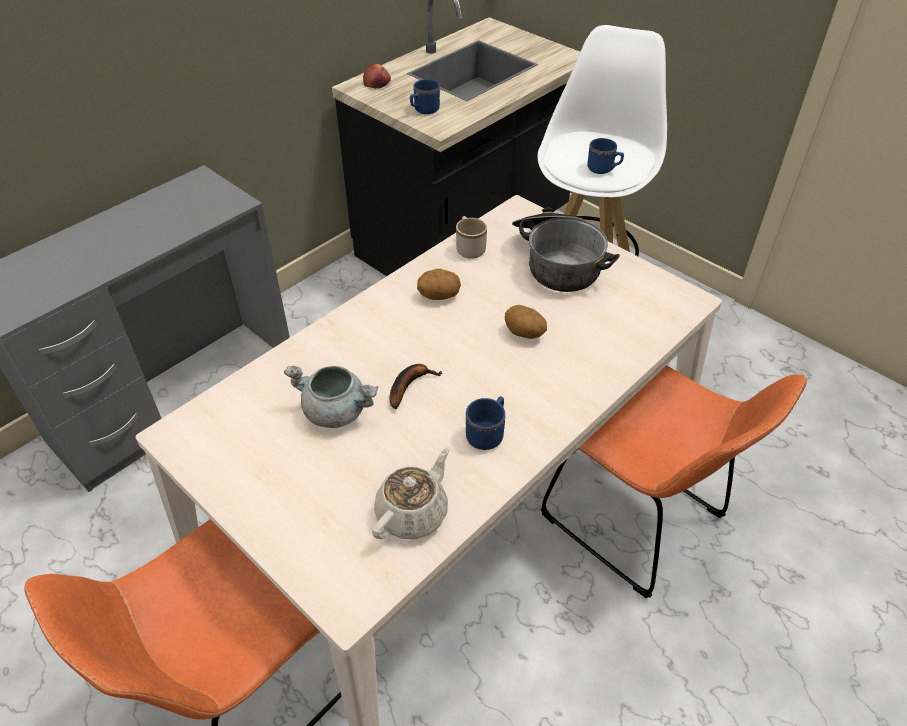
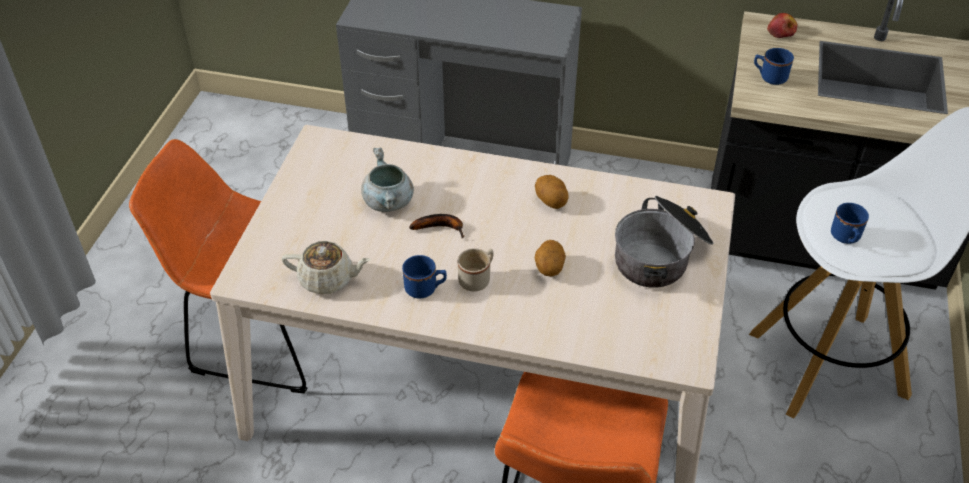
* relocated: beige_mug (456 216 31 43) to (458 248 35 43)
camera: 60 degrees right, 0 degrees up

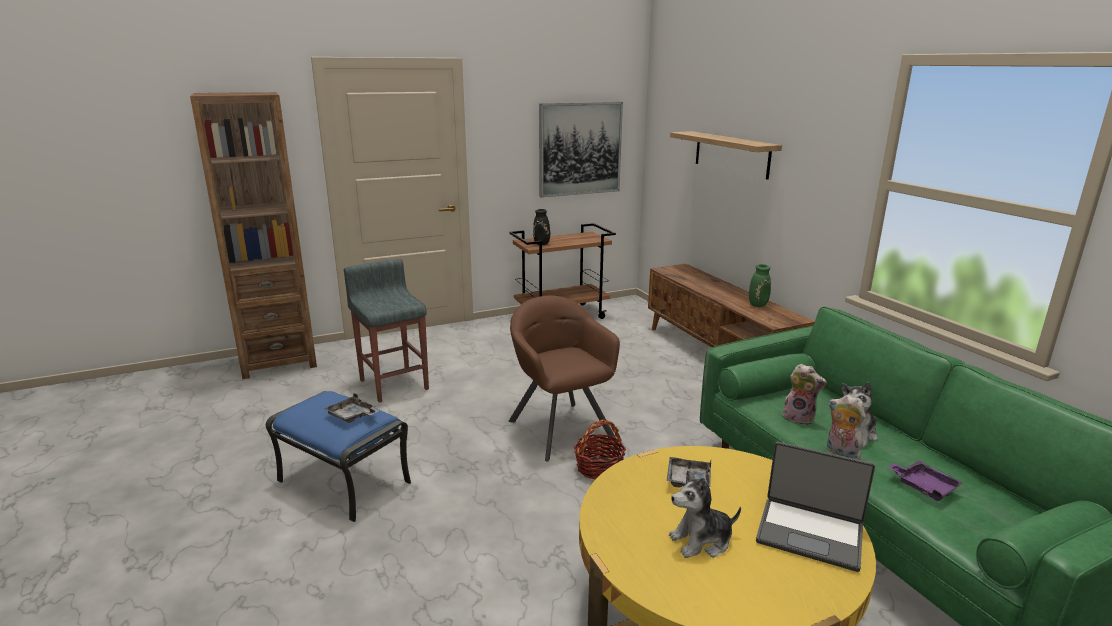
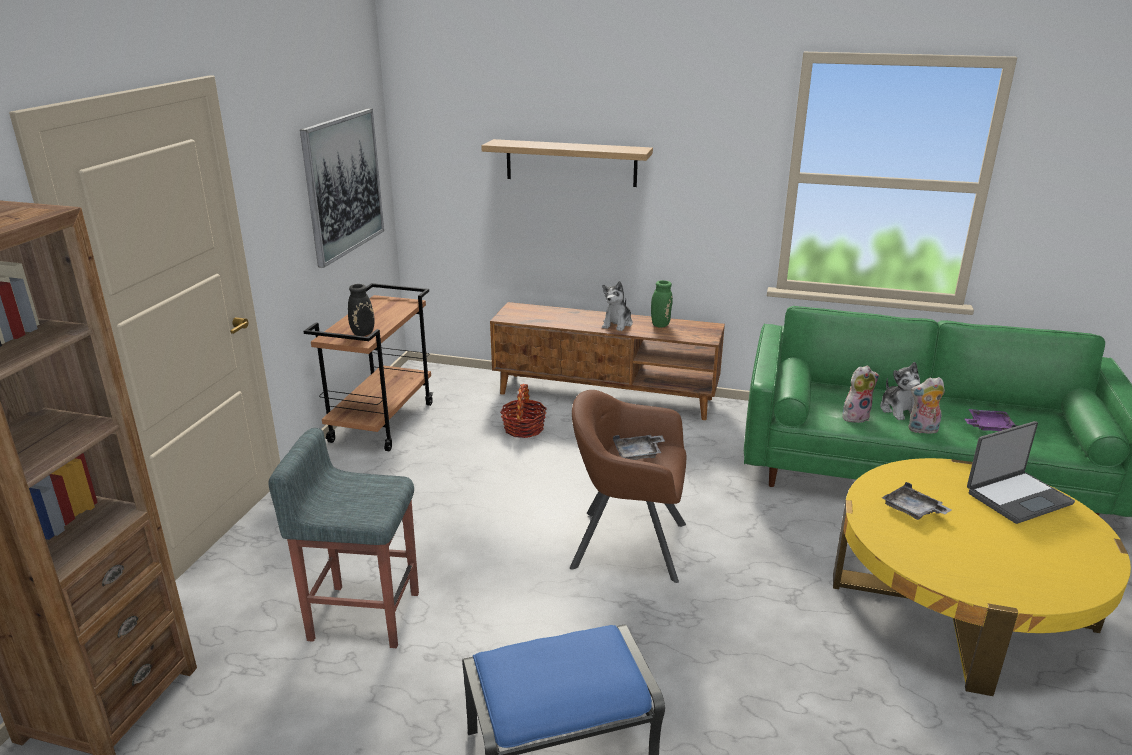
* relocated: grey_tray (324 393 55 30) to (613 435 52 25)
* relocated: basket (574 419 52 61) to (500 384 47 54)
* relocated: plush_toy (669 470 72 88) to (602 281 31 50)
camera: 50 degrees left, 5 degrees up

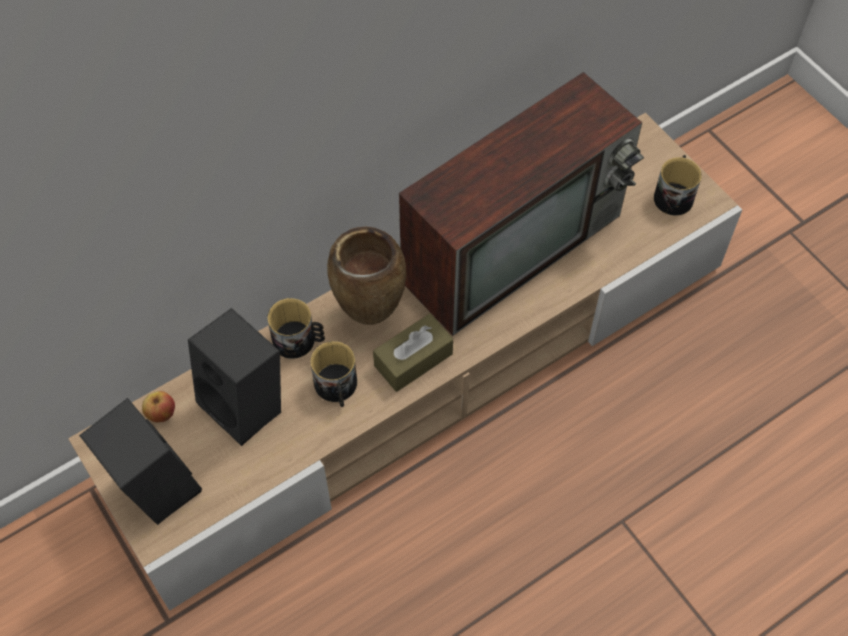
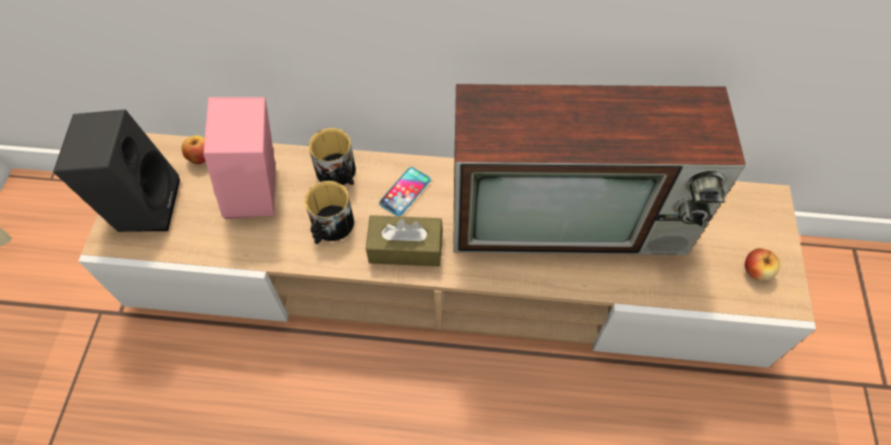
* exchanged: brown_vase (327 227 80 98) to phone (379 167 52 49)
* exchanged: mug (654 155 48 61) to apple (745 248 35 33)
* colour: black_speaker (188 308 93 138) to pink_speaker (203 97 72 123)
camera: 40 degrees right, 0 degrees up

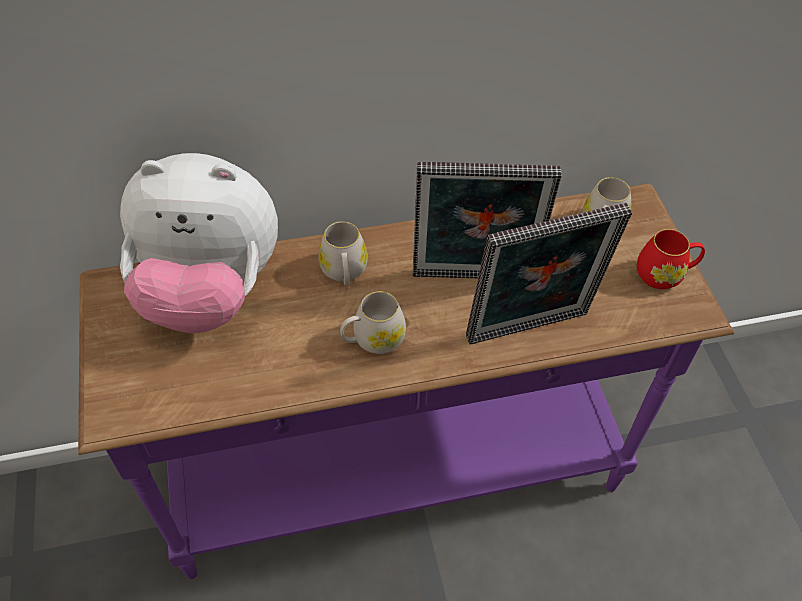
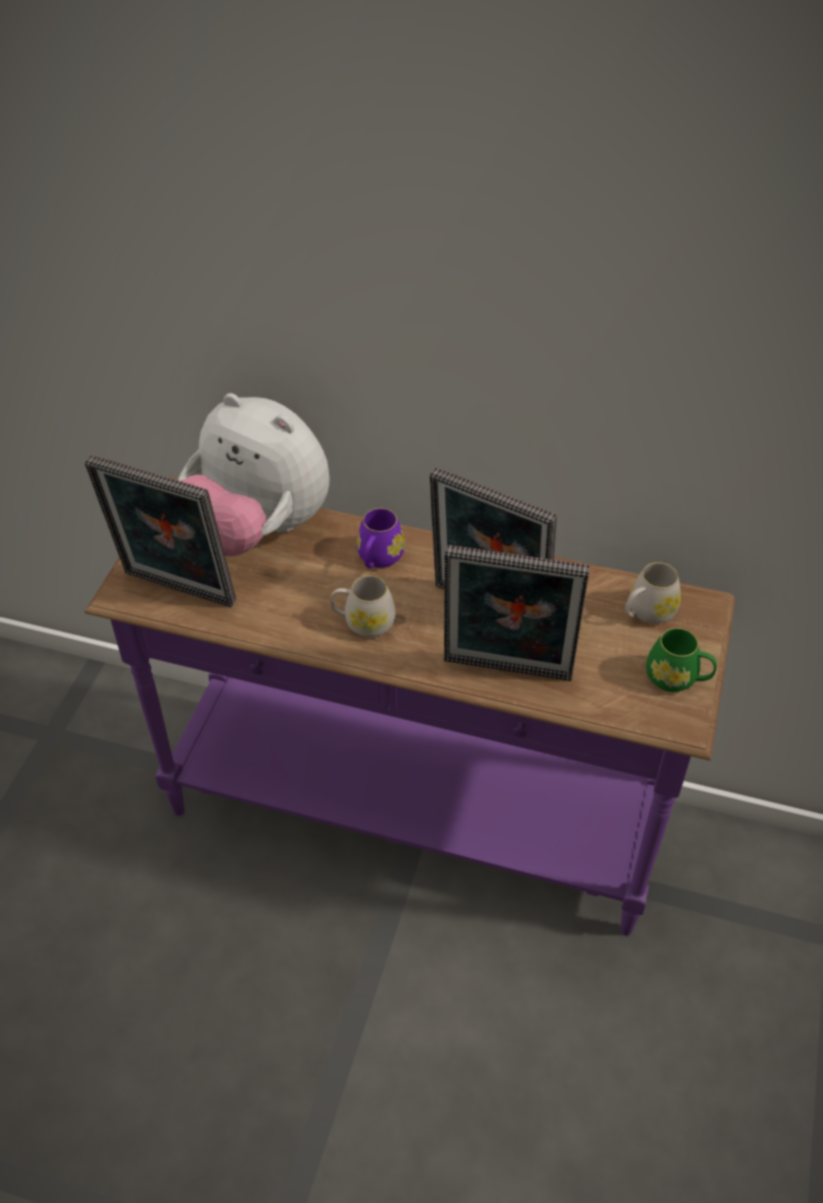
* appeared: picture_frame (85 455 151 152)
* colour: white_mug (318 221 50 64) to purple_mug (357 508 48 60)
* colour: red_mug (637 229 68 60) to green_mug (646 628 71 64)
camera: 30 degrees right, 5 degrees down

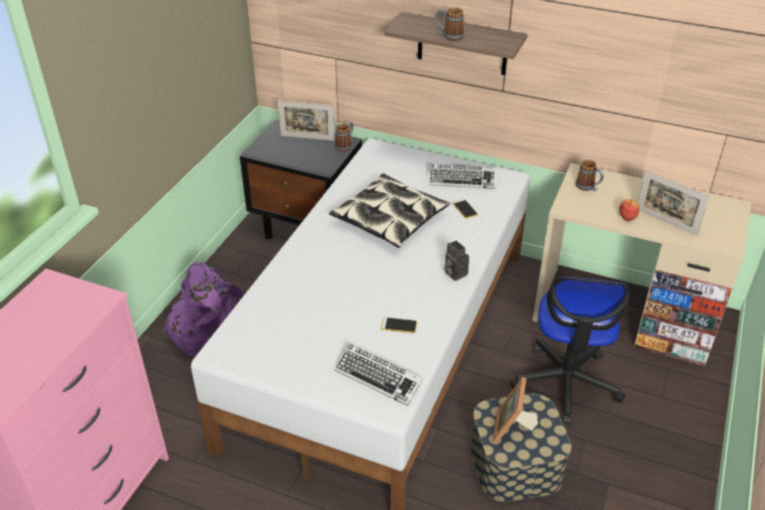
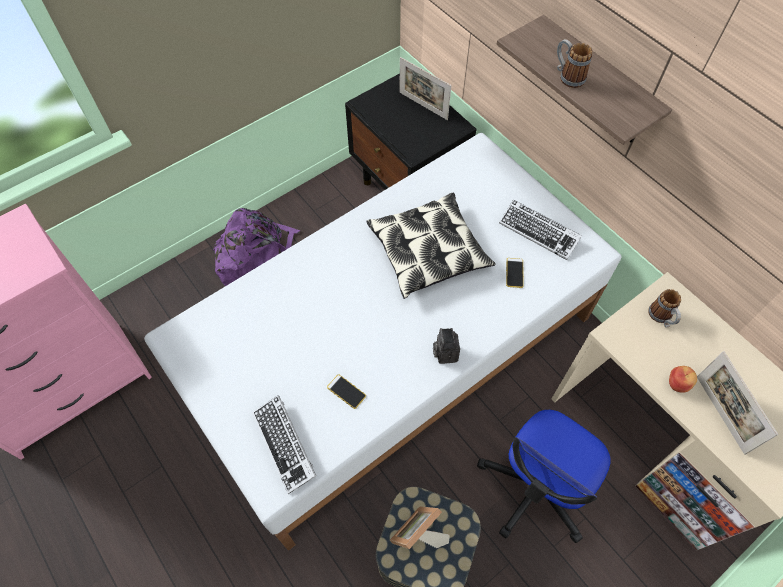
* missing: mug (335 122 18 30)
camera: 30 degrees right, 20 degrees up

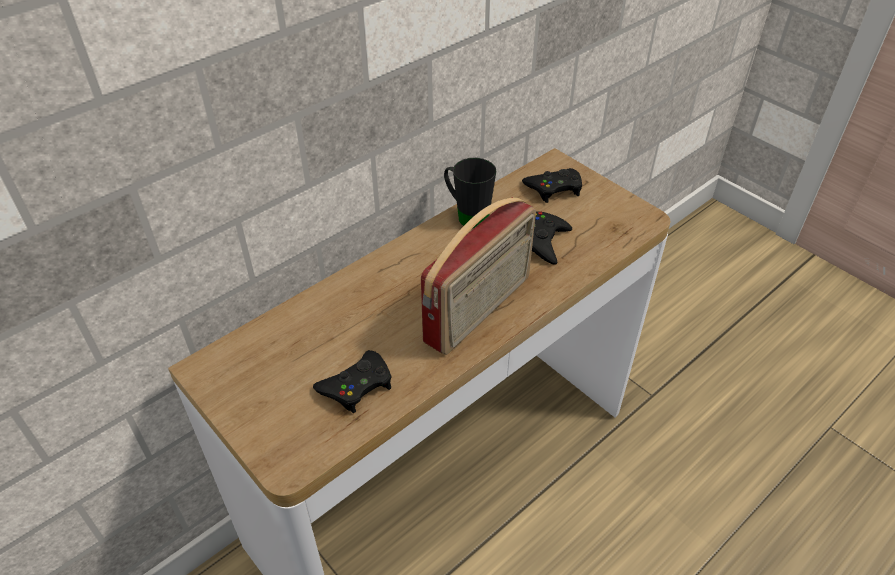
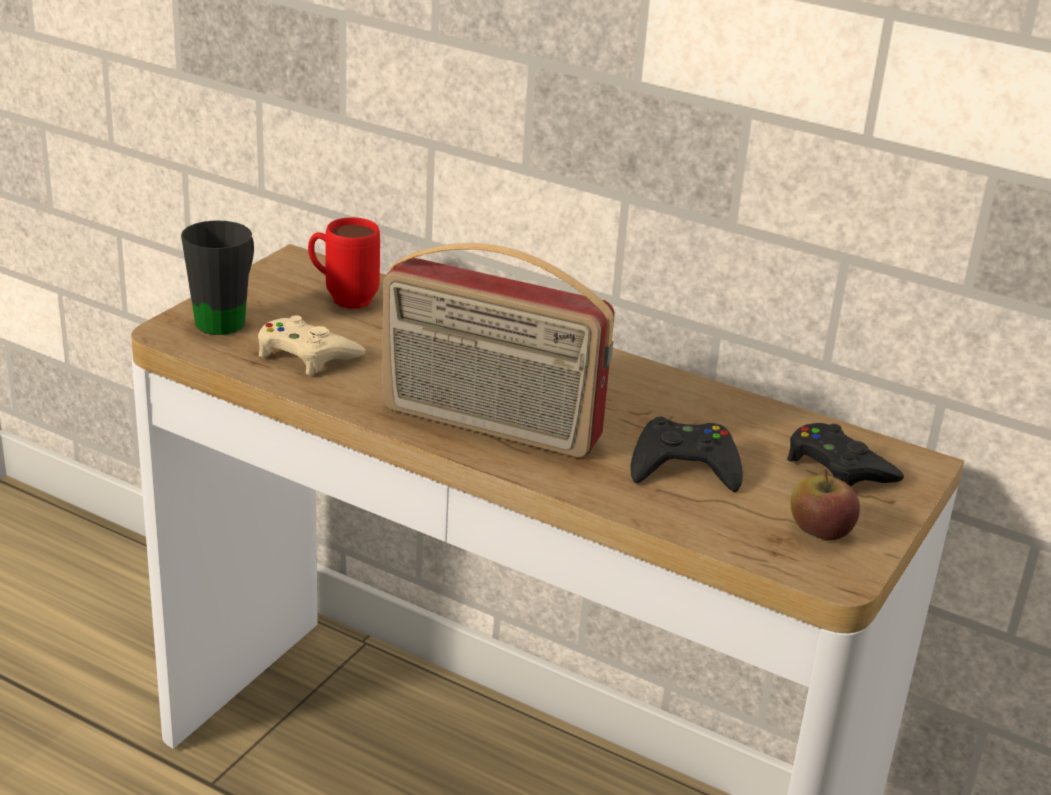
* appeared: red_mug (308 217 72 92)
* appeared: apple (790 469 70 72)
* relocated: black_mug (444 158 52 71) to (181 220 73 115)
* colour: black_game_controller (313 350 78 63) to beige_game_controller (258 315 108 60)
camera: 70 degrees right, 15 degrees down

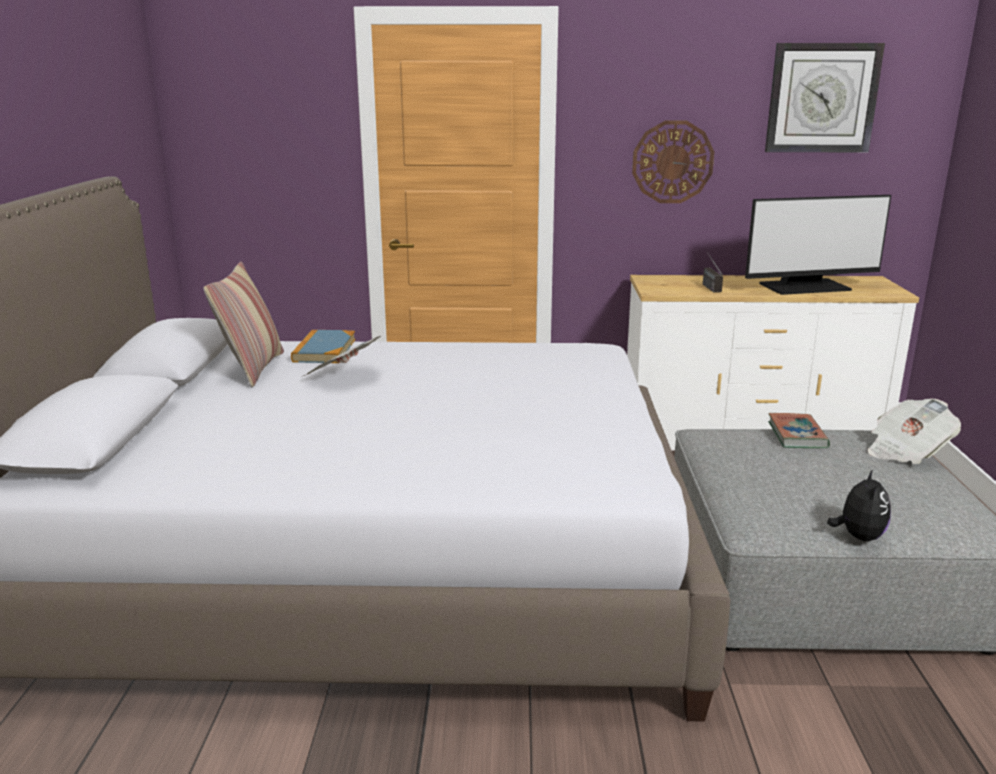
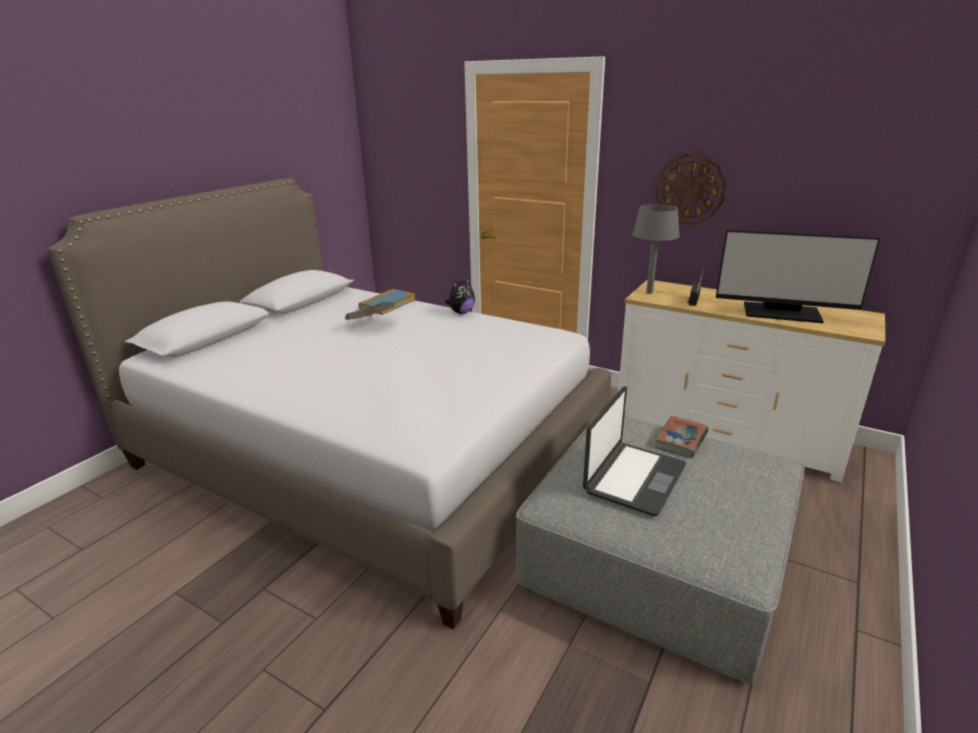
* missing: pillow (203 261 81 126)
* missing: wall_clock (765 43 120 109)
* missing: newspaper (868 399 93 65)
* appeared: laptop (583 387 103 129)
* appeared: grey_table_lamp (632 204 48 90)
* relocated: plush_toy (827 469 64 72) to (445 277 30 37)
camera: 30 degrees right, 5 degrees up

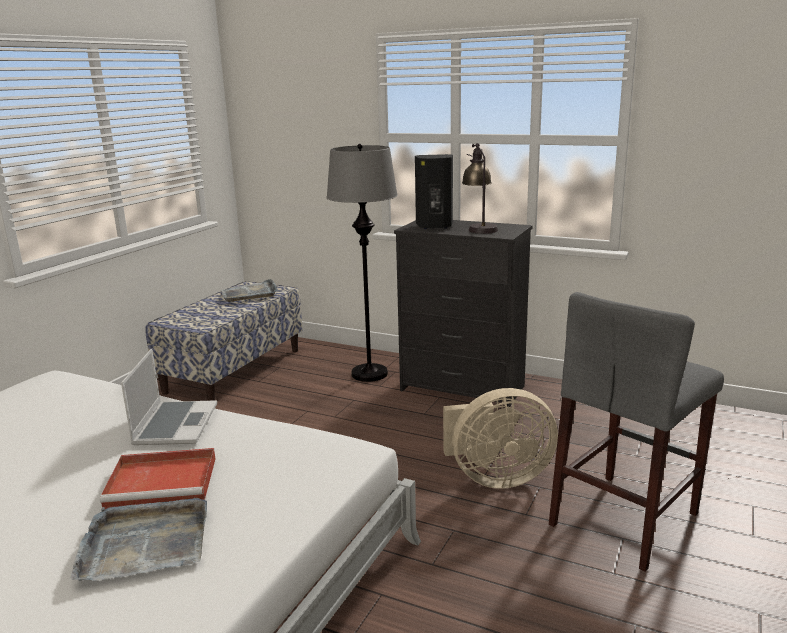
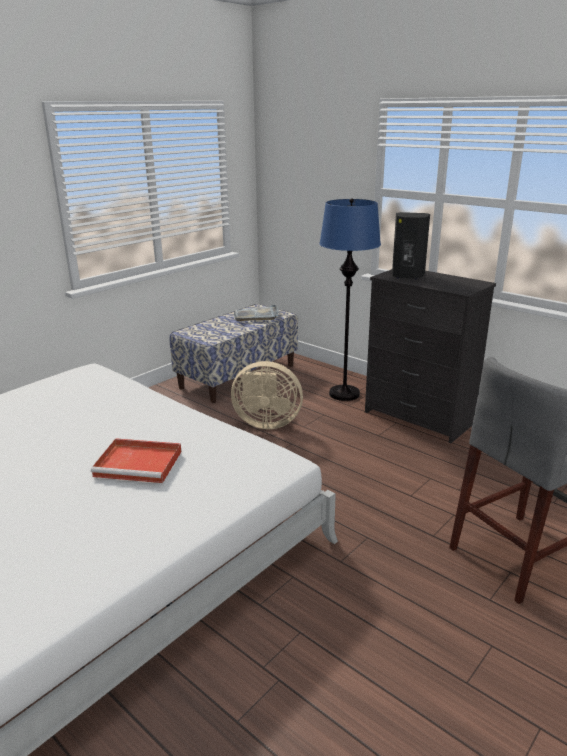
* missing: grey_tray (71 498 136 83)
* missing: laptop (121 349 96 96)
* missing: table_lamp (462 143 36 91)
* relocated: beige_fan (443 388 115 101) to (231 361 72 68)
* colour: grey_floor_lamp (326 144 72 238) to blue_floor_lamp (319 199 62 202)
camera: 15 degrees right, 5 degrees up

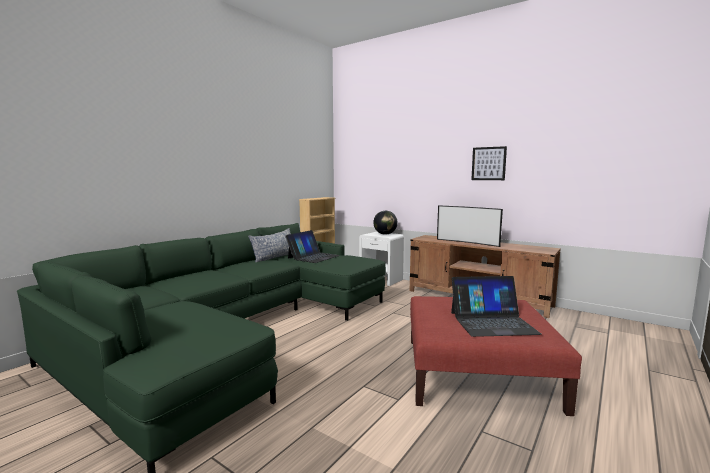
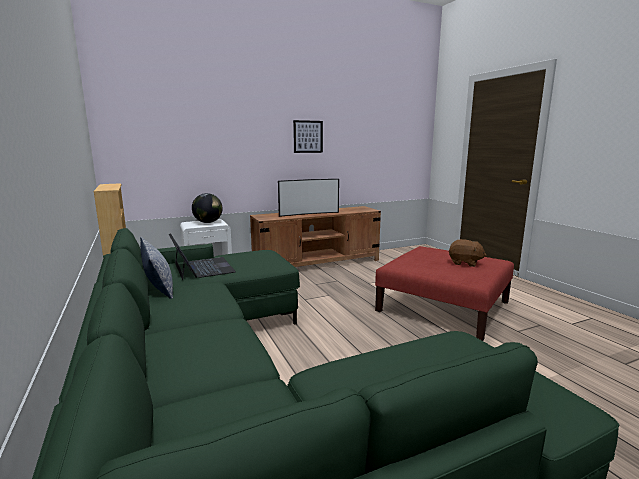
* exchanged: laptop (451 276 91 61) to brown_plush_toy (448 239 39 28)
camera: 60 degrees left, 5 degrees up

